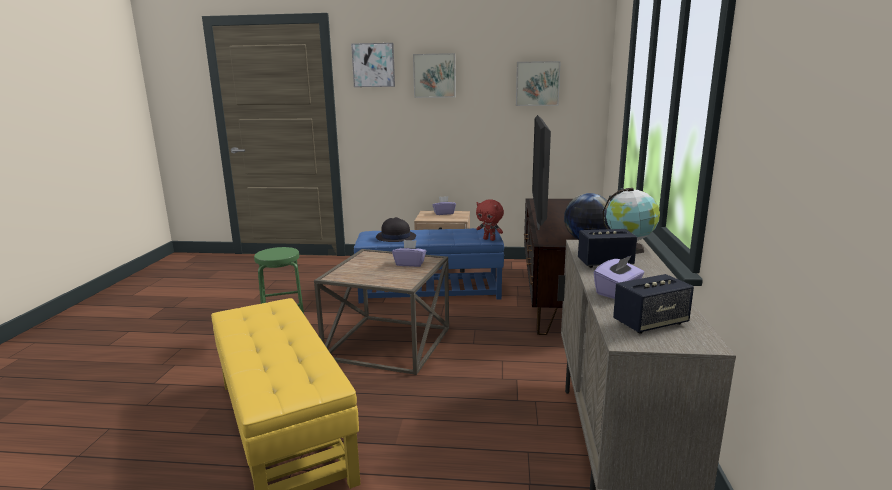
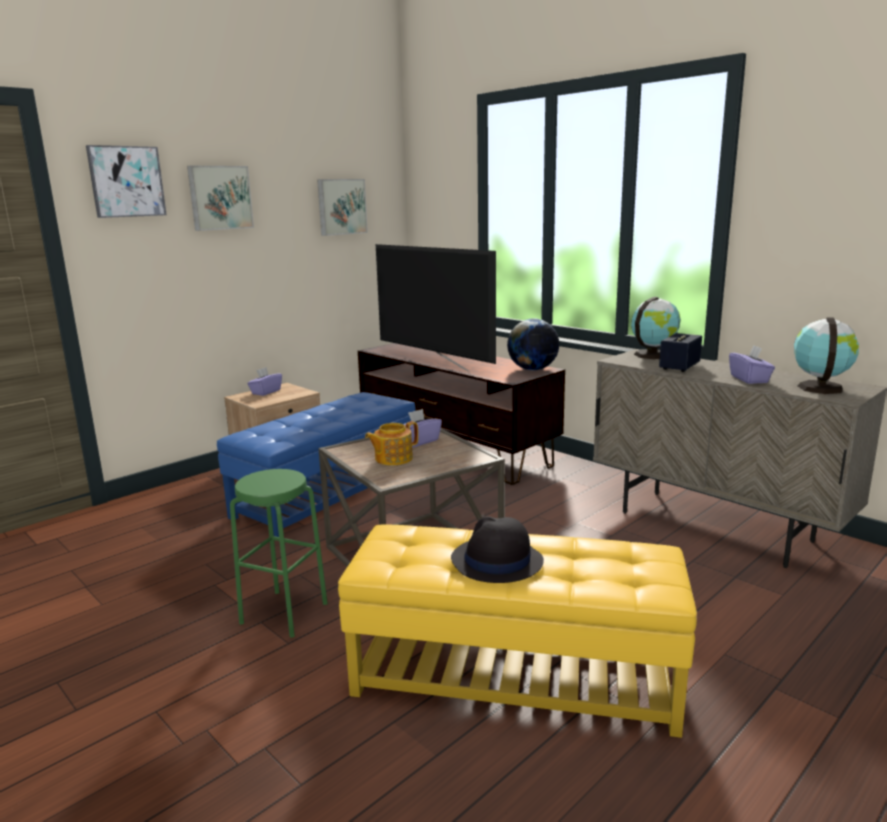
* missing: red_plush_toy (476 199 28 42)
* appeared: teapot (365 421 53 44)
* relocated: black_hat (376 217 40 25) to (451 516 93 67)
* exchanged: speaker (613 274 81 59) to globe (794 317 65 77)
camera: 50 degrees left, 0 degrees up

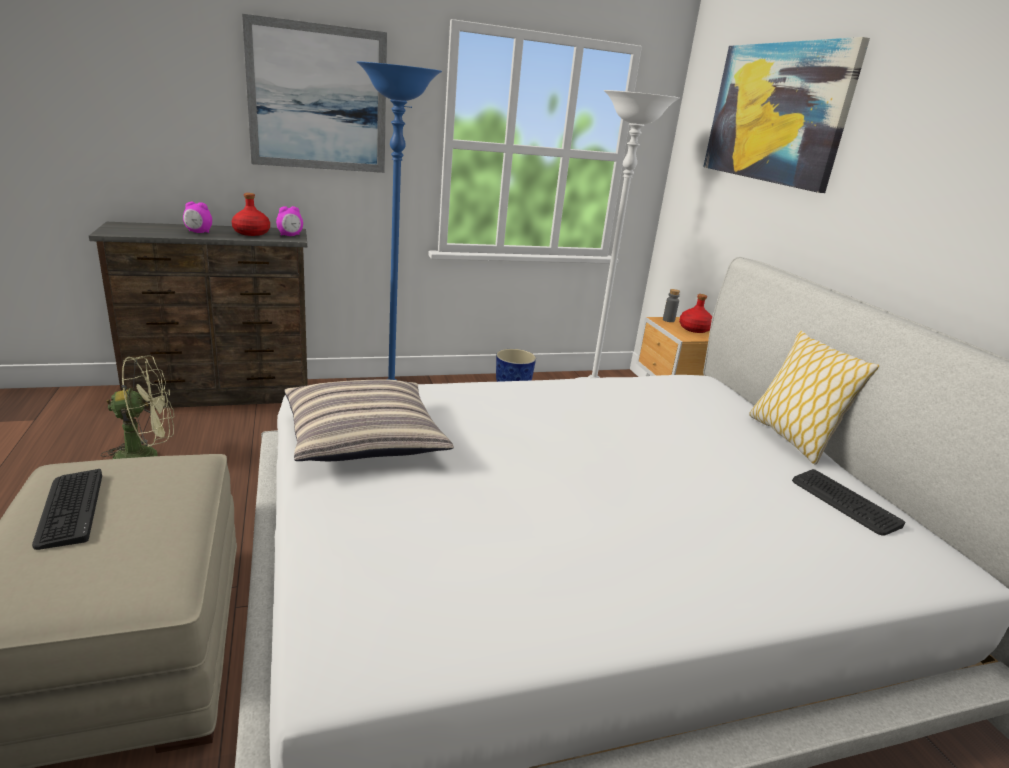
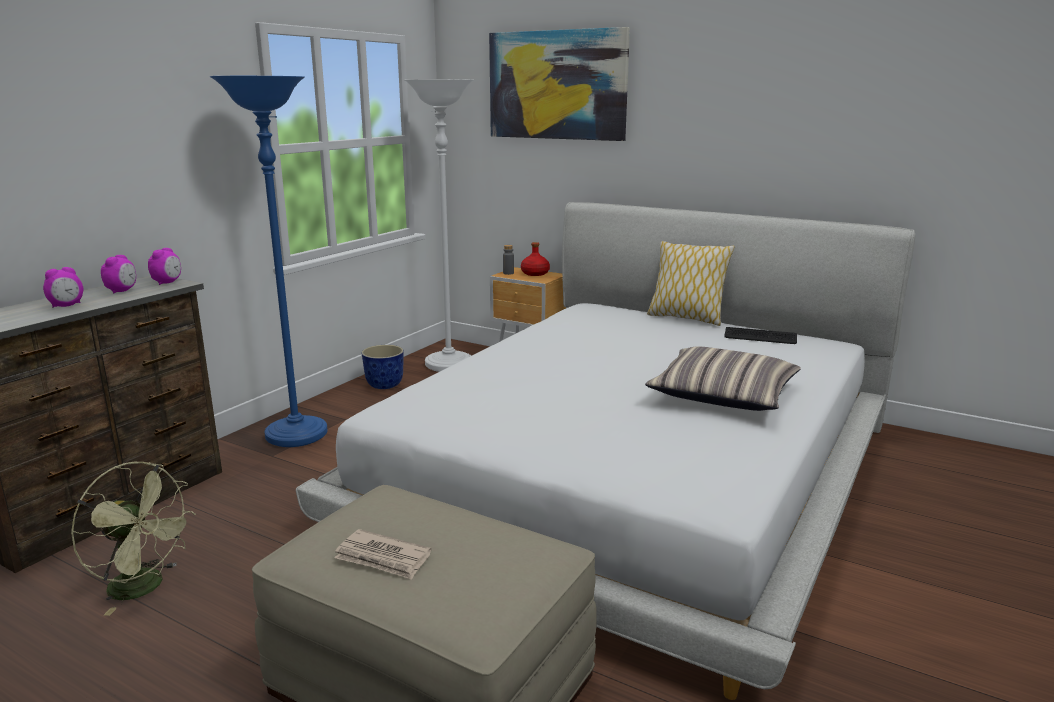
* missing: picture (242 14 145 159)
* relocated: pillow (285 379 169 82) to (645 346 156 65)
* exchanged: keyboard (32 469 70 81) to newspaper (334 529 98 51)
* exchanged: red_bottle (232 193 38 43) to alarm_clock (101 255 35 38)
* spun: green_fan (101 355 73 104) = (71 462 125 154) 90 degrees clockwise
camera: 40 degrees left, 5 degrees down

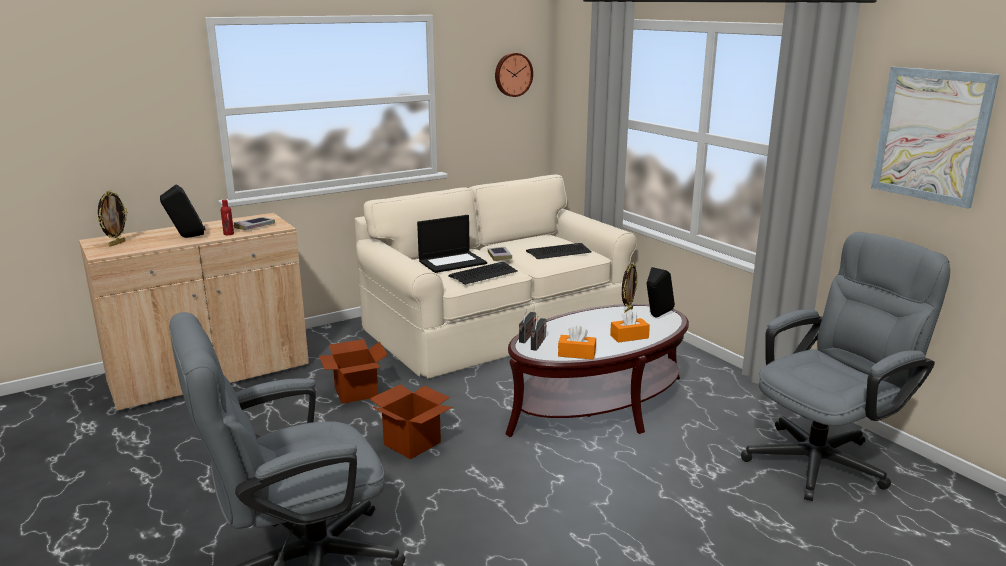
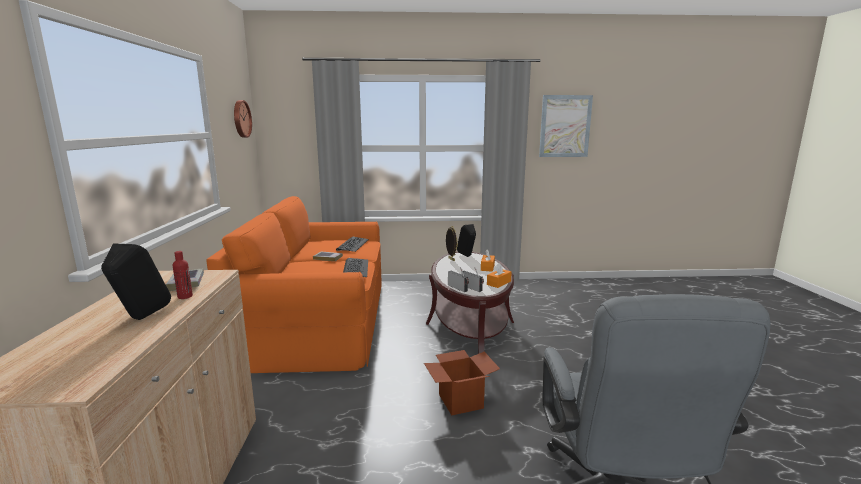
* missing: picture_frame (98 190 30 57)
* missing: cardboard_box (319 339 69 65)
* missing: laptop (417 215 70 58)
* missing: grey_office_chair (741 232 209 269)
* colour: beige_sofa (355 175 282 204) to orange_sofa (206 196 176 177)
camera: 60 degrees left, 5 degrees down

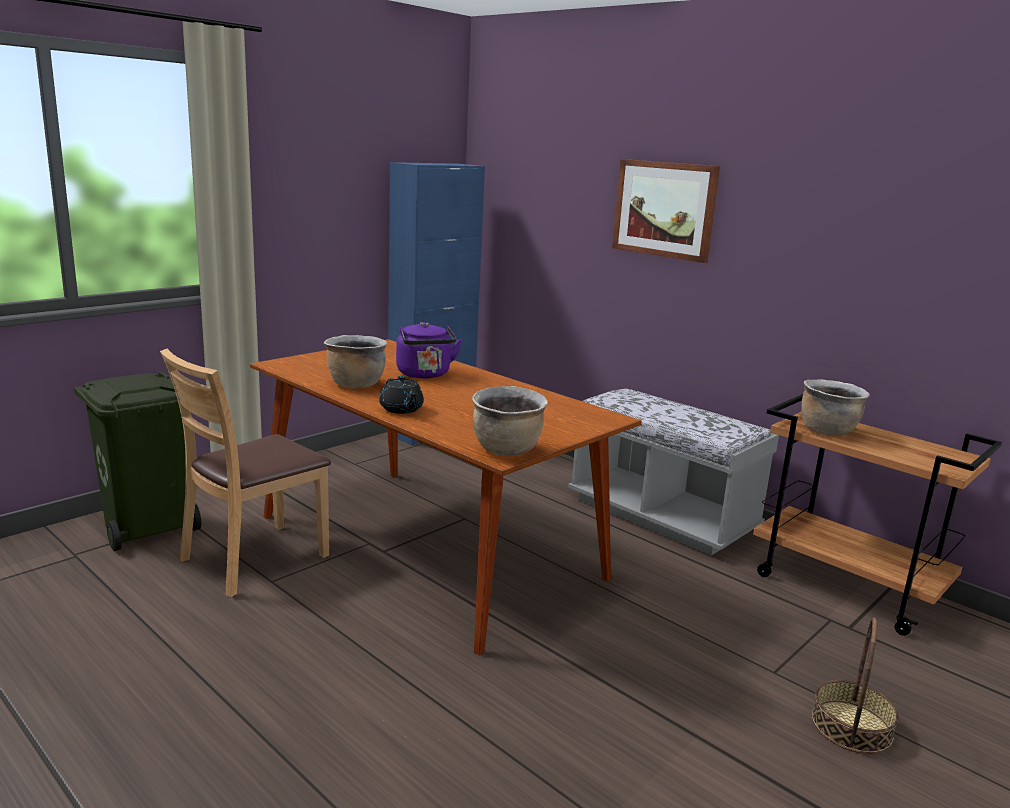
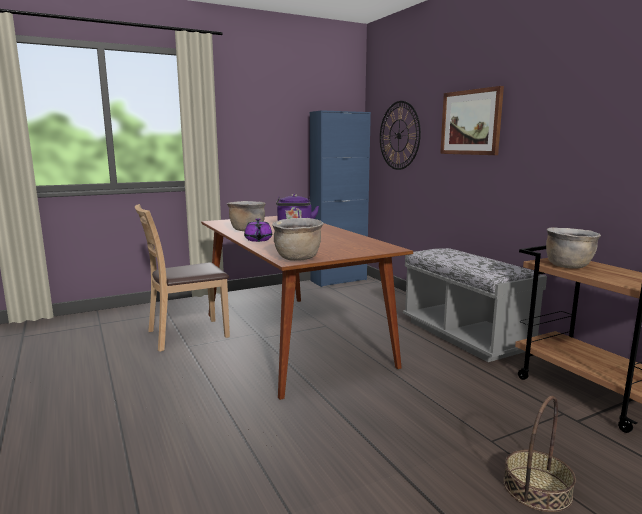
* missing: green_trash_can (74 372 127 179)
* appeared: wall_clock (380 101 41 69)
* colour: black_teapot (379 376 45 38) to purple_teapot (244 218 28 24)
camera: 20 degrees right, 5 degrees down

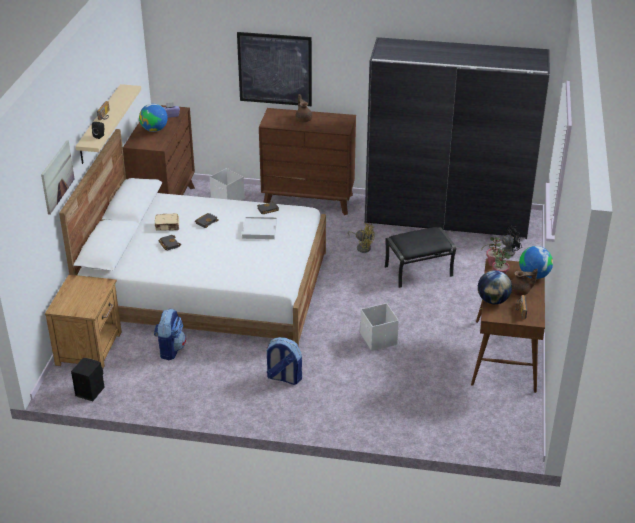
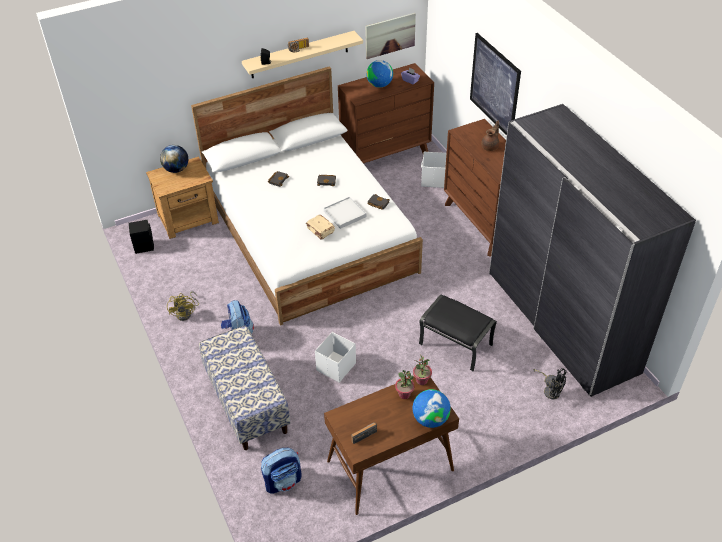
* missing: brown_teapot (511 269 27 27)
* appeared: bench (199 326 92 124)
* relocated: picture (41 140 34 75) to (366 13 50 46)
* relocated: backpack (154 309 32 51) to (261 448 41 45)
* relocated: beige_book (155 213 24 18) to (306 215 29 24)
* relocated: yellow_fan (348 223 26 30) to (167 291 32 30)
* relocated: globe (478 270 34 34) to (160 145 28 28)
camera: 55 degrees right, 10 degrees up

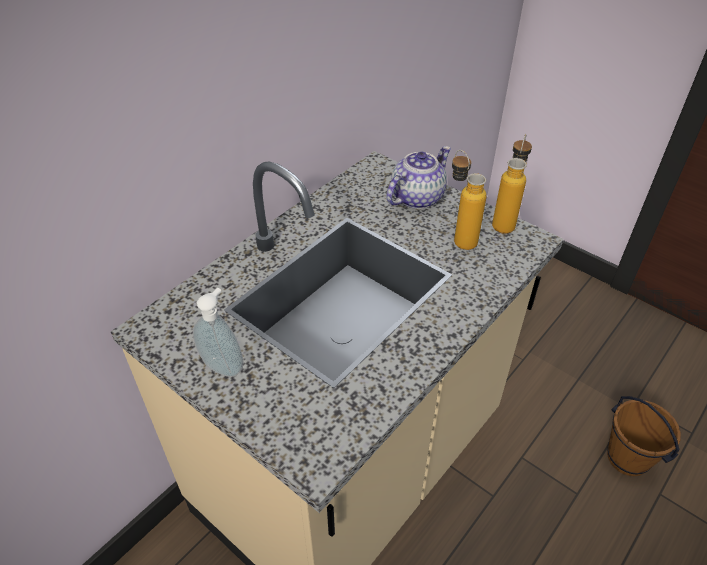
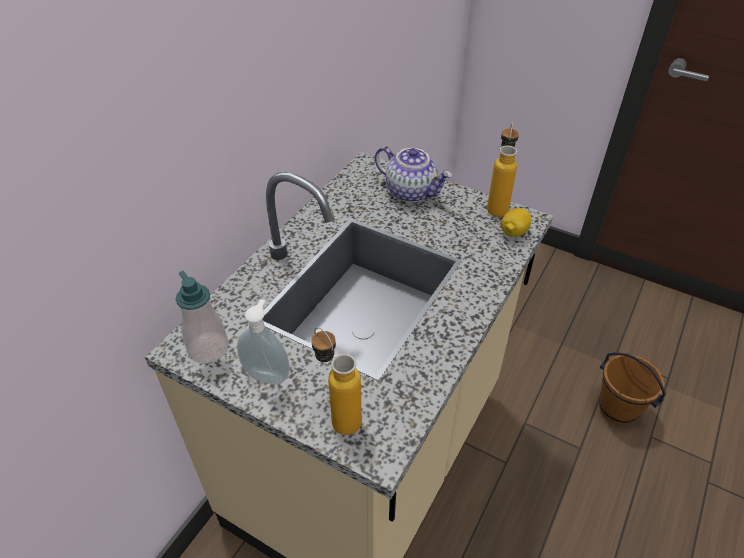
* appeared: soap_dispenser (176 271 53 93)
* appeared: lemon (501 208 30 29)
* relocated: bottle (452 150 35 100) to (311 327 51 108)
* spun: teapot (386 146 65 63) = (375 146 77 56) 90 degrees clockwise
camera: 10 degrees left, 0 degrees up

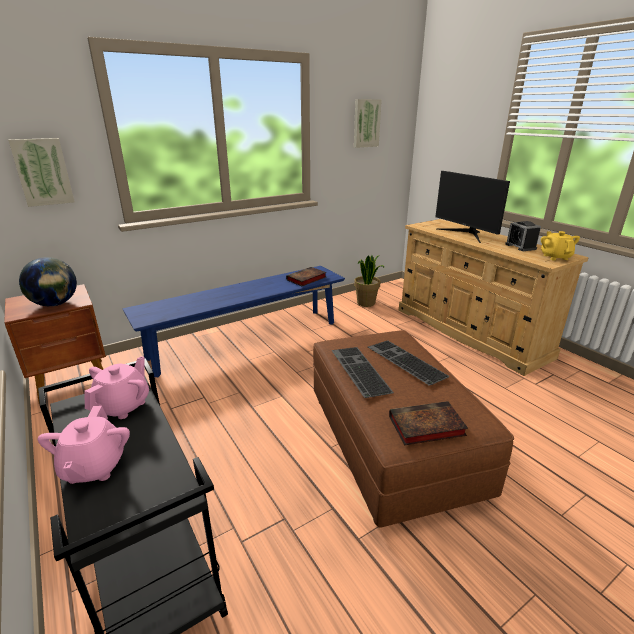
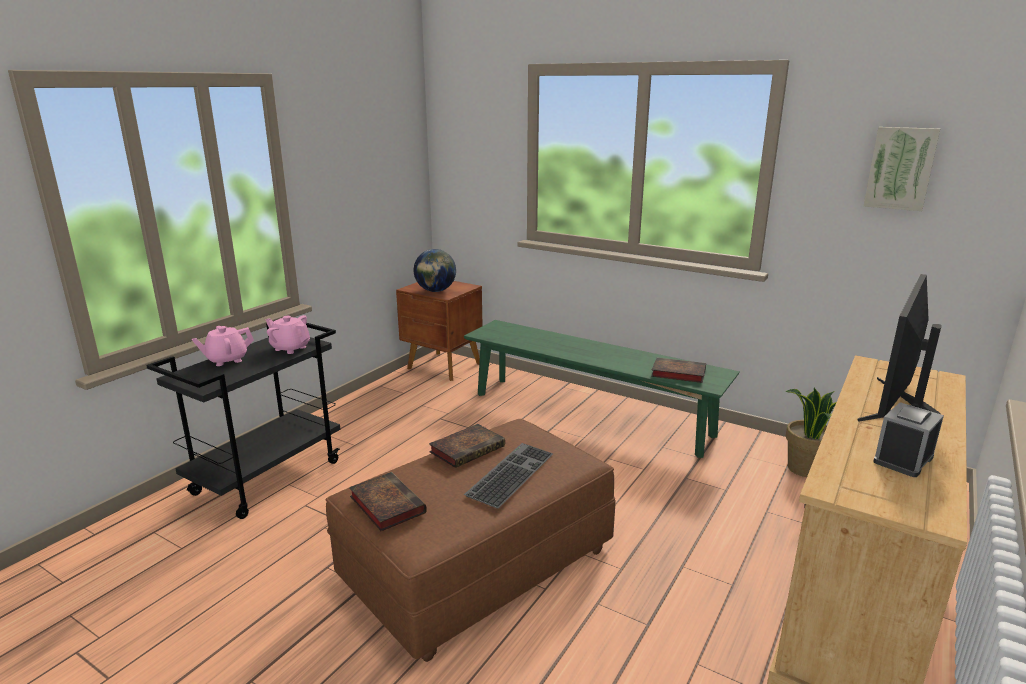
* missing: picture (8 138 67 69)
* missing: yellow_teapot (541 231 39 29)
* exchanged: keyboard (331 347 63 51) to book (429 424 76 44)
* colour: blue_bench (122 266 223 111) to green_bench (464 320 276 138)
* spun: pink_teapot (85 356 64 63) = (266 315 44 39) 150 degrees counterclockwise
camera: 65 degrees right, 5 degrees down

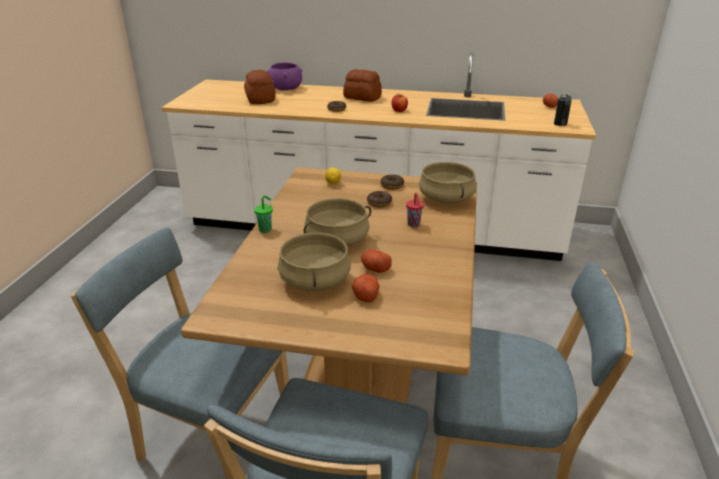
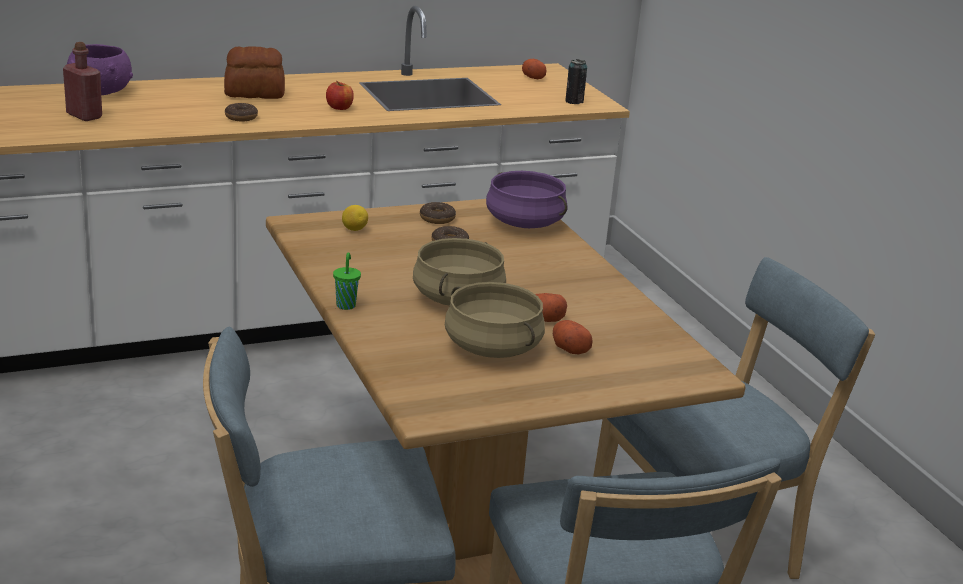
* missing: red_cup (406 193 18 34)
* exchanged: bread (244 70 31 34) to red_bottle (63 42 39 79)
* colour: beige_cooking_pot (419 162 57 42) to purple_cooking_pot (486 171 82 57)
camera: 35 degrees left, 5 degrees down

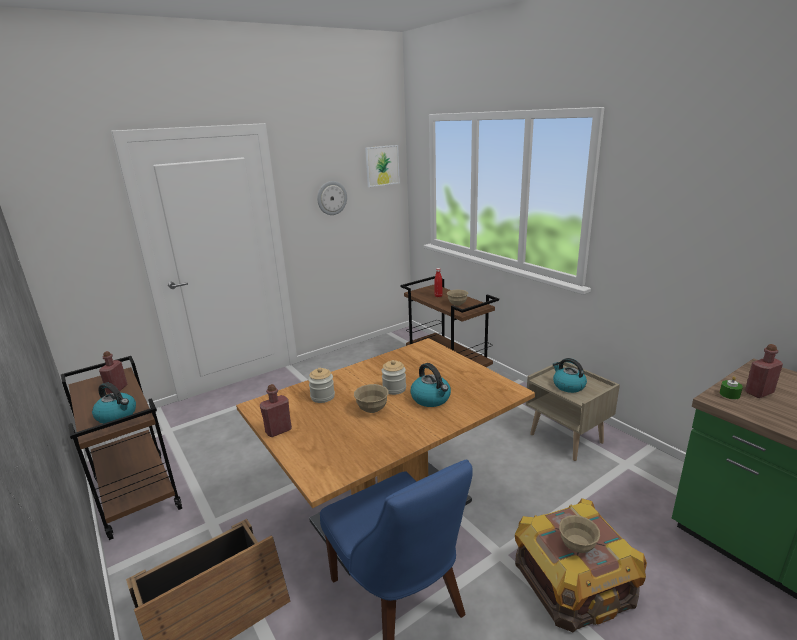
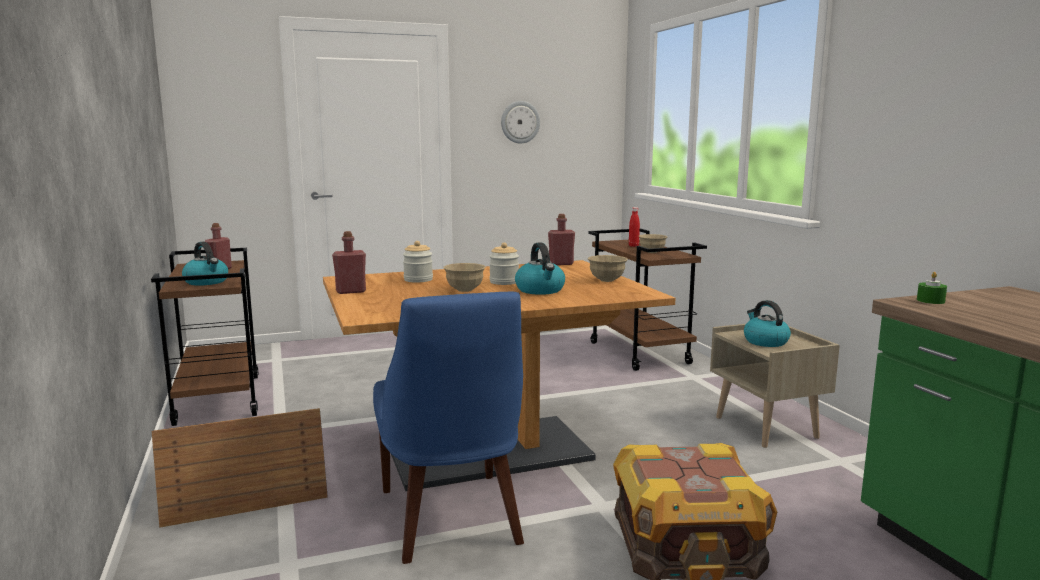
* missing: picture (365 145 35 42)
* relocated: beige_bowl (559 515 41 38) to (588 255 40 27)
* relocated: red_bottle (745 344 38 54) to (548 214 27 51)
camera: 15 degrees right, 10 degrees down

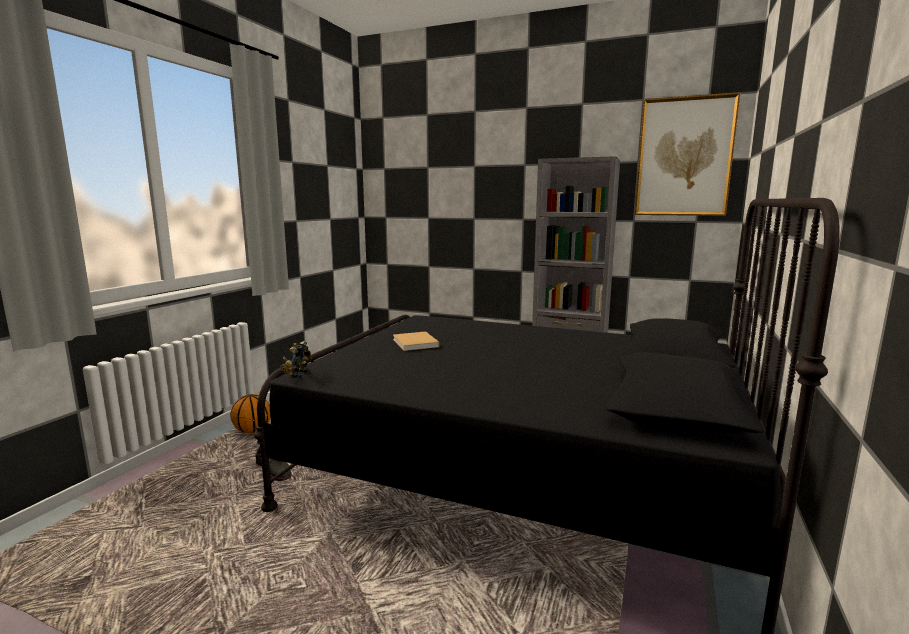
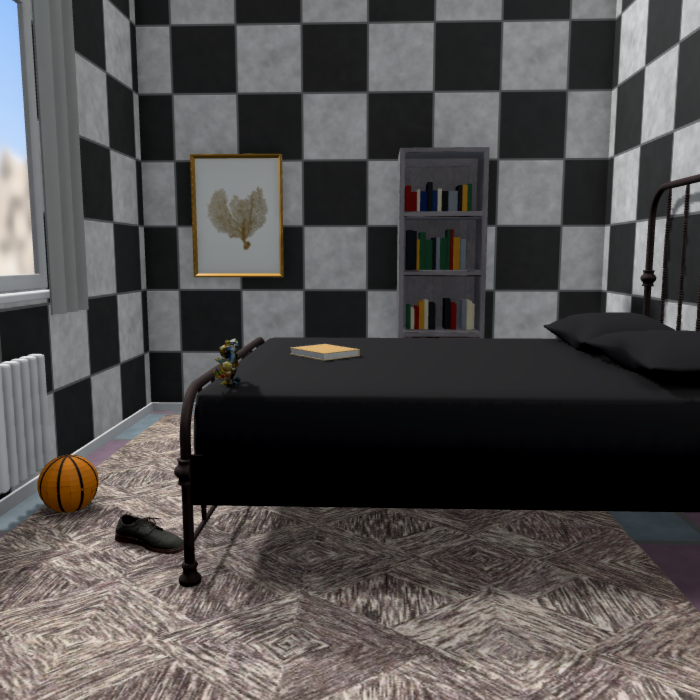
* relocated: picture (635 92 106 124) to (190 154 94 123)
camera: 20 degrees left, 5 degrees down

